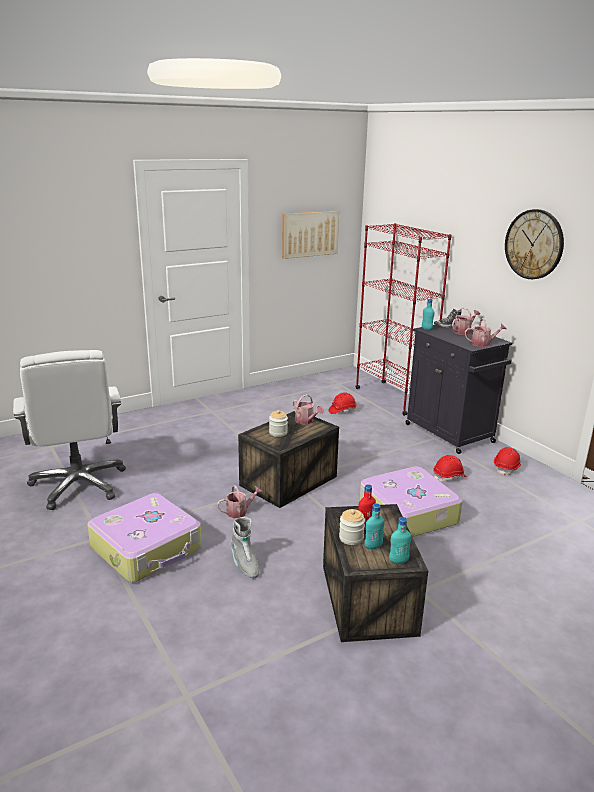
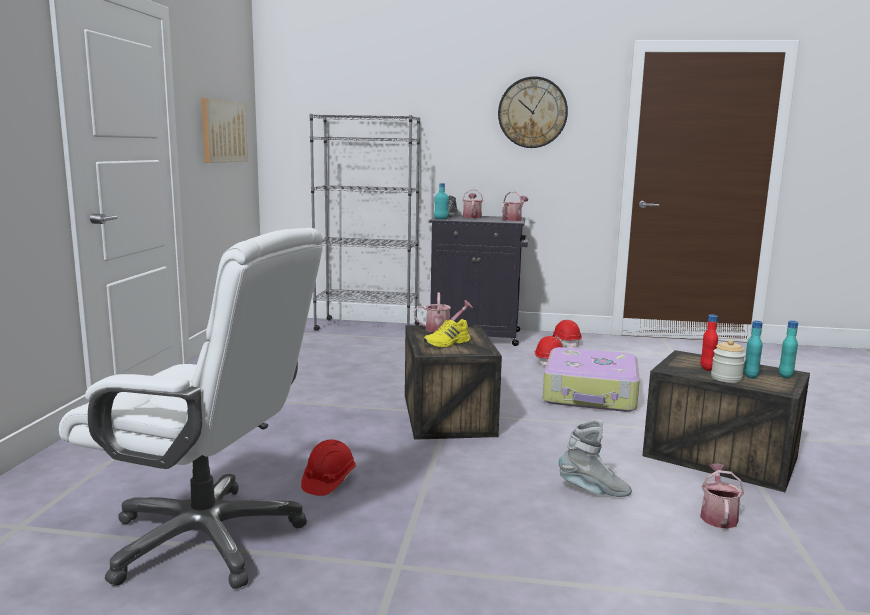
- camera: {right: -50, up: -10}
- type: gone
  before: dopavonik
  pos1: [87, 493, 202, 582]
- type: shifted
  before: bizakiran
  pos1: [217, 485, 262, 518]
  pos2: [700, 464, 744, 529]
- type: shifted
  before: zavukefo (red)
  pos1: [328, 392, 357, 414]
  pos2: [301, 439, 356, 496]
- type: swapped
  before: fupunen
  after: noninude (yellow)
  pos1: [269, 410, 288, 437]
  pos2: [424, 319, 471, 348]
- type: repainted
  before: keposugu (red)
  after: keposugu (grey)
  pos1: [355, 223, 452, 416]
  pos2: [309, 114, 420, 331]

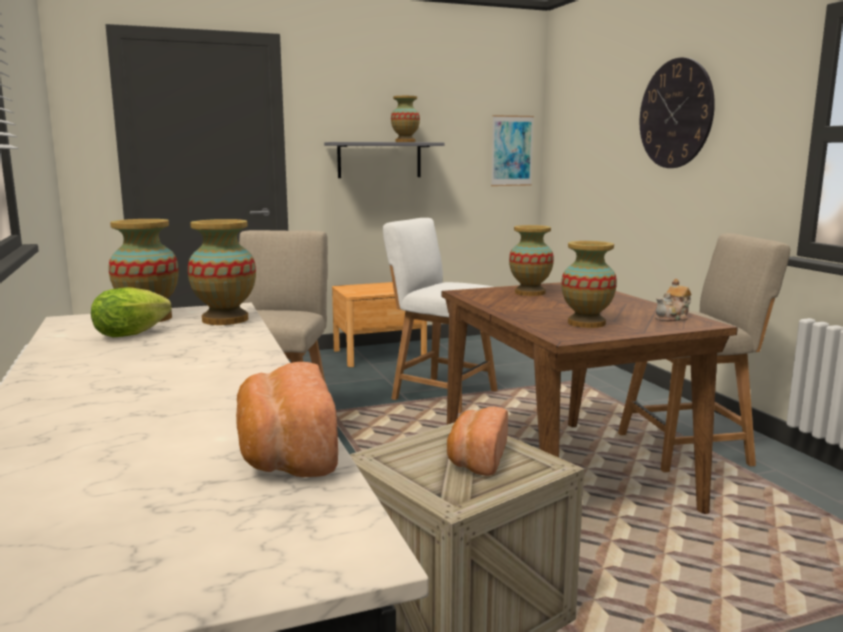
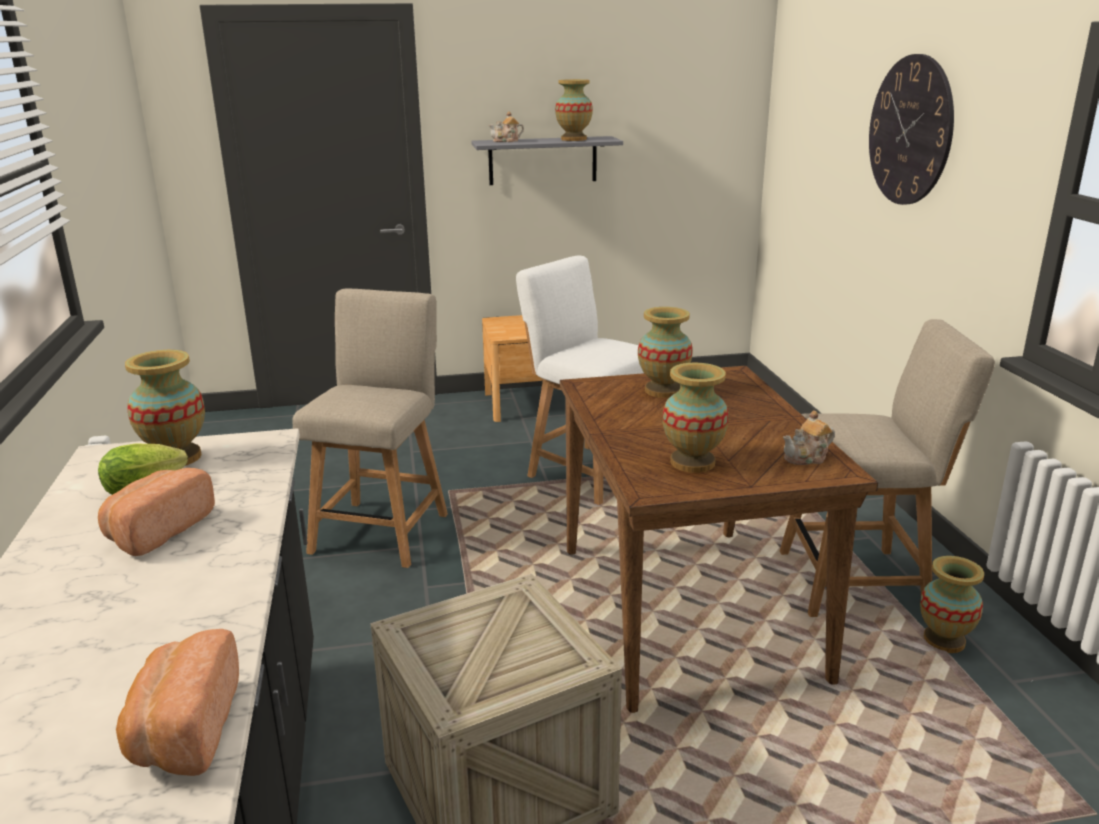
- camera: {right: 10, up: 10}
- type: gone
  before: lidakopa
  pos1: [491, 115, 534, 186]
- type: new
  after: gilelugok
  pos2: [488, 111, 524, 142]
- type: shifted
  before: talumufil
  pos1: [188, 219, 256, 325]
  pos2: [920, 556, 984, 653]
- type: shifted
  before: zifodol
  pos1: [447, 407, 508, 476]
  pos2: [98, 468, 215, 556]

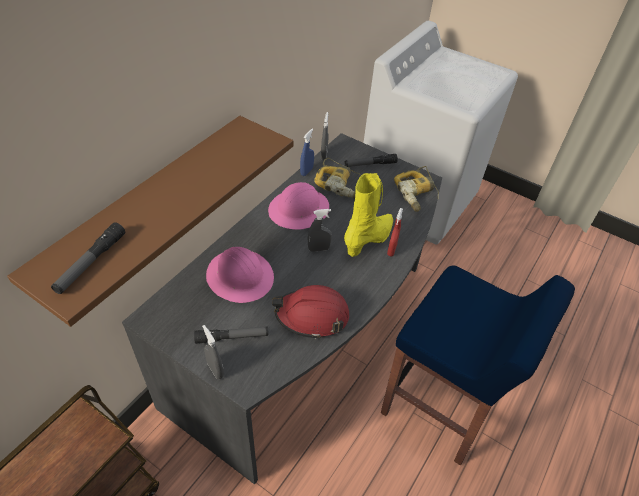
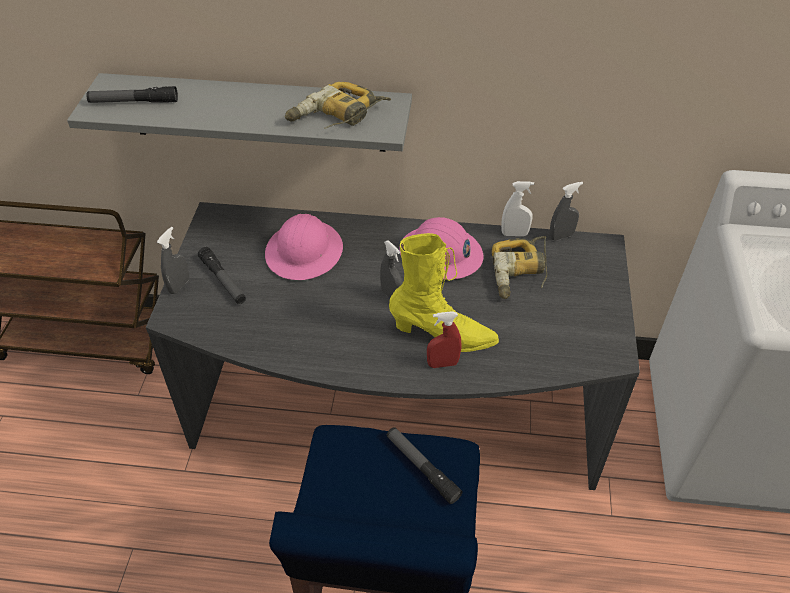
- camera: {right: 65, up: 0}
- type: gone
  before: zavukefo (red)
  pos1: [272, 285, 349, 339]
- type: shifted
  before: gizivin
  pos1: [345, 154, 398, 167]
  pos2: [387, 427, 463, 504]
- type: shifted
  before: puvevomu
  pos1: [394, 166, 439, 212]
  pos2: [285, 82, 391, 129]
- type: repainted
  before: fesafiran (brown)
  after: fesafiran (grey)
  pos1: [7, 116, 294, 327]
  pos2: [67, 73, 412, 152]
- type: repainted
  before: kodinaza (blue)
  after: kodinaza (white)
  pos1: [300, 129, 314, 176]
  pos2: [501, 181, 534, 236]

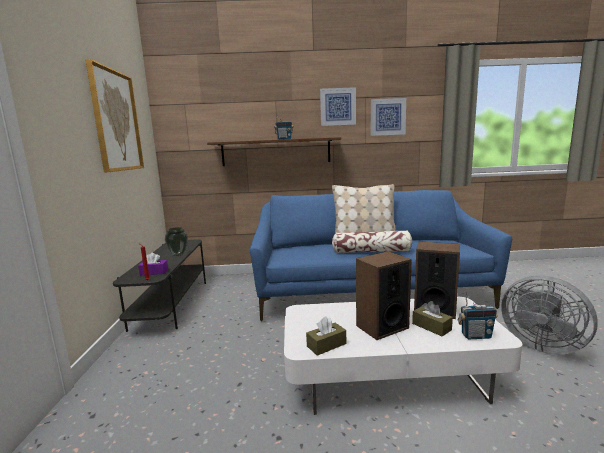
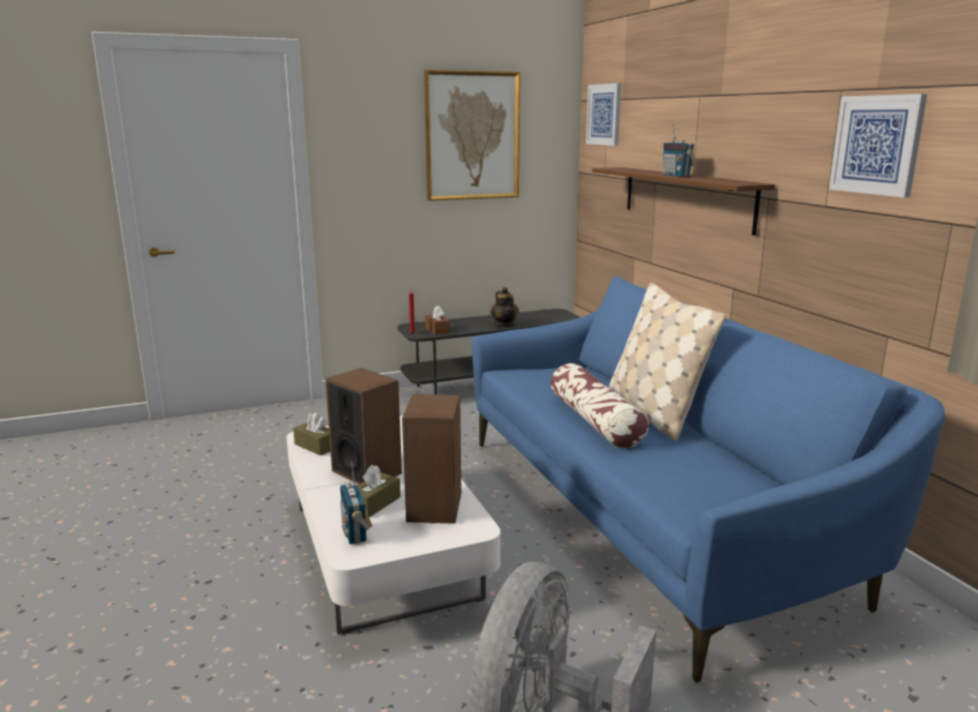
- camera: {right: 70, up: 5}
- type: shifted
  before: lidakopa
  pos1: [320, 87, 356, 126]
  pos2: [586, 83, 621, 146]
- type: swapped
  before: talumufil
  after: gilelugok
  pos1: [165, 227, 188, 256]
  pos2: [491, 287, 519, 327]
- type: repainted
  before: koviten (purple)
  after: koviten (brown)
  pos1: [138, 253, 168, 275]
  pos2: [425, 306, 450, 335]

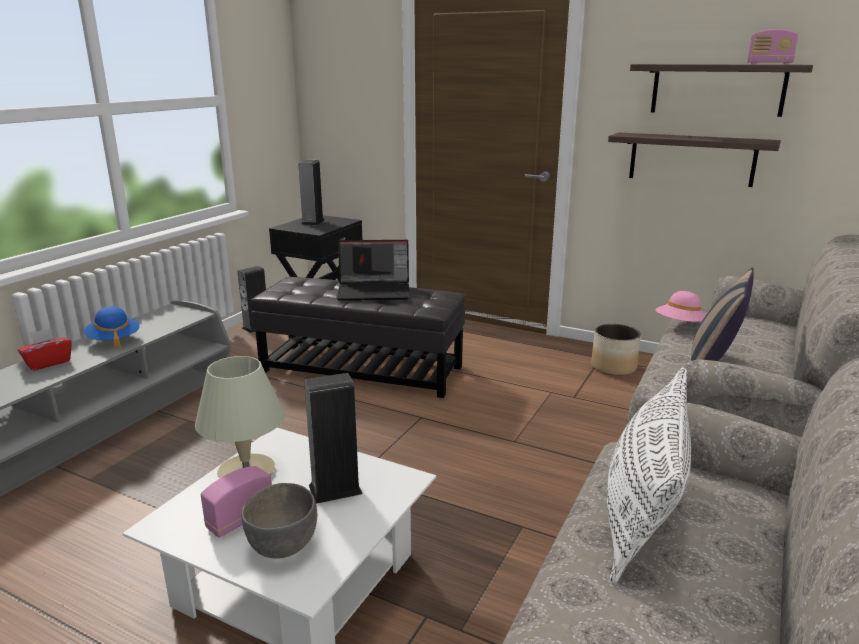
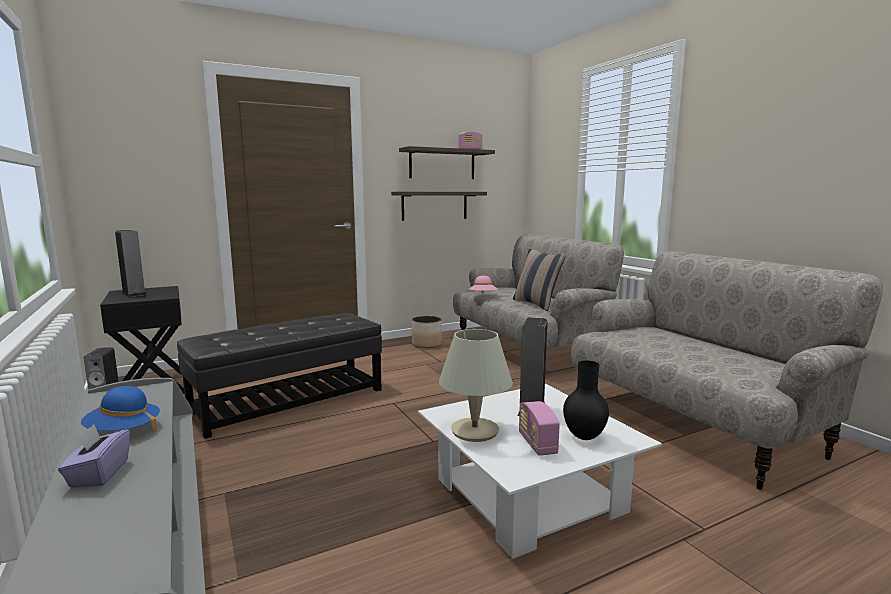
- camera: {right: -55, up: -10}
- type: gone
  before: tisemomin
  pos1: [336, 240, 409, 301]
- type: gone
  before: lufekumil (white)
  pos1: [607, 367, 691, 584]
- type: swapped
  before: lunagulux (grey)
  after: talumufil (black)
  pos1: [242, 483, 317, 559]
  pos2: [563, 360, 609, 440]
- type: repainted
  before: koviten (red)
  after: koviten (purple)
  pos1: [18, 328, 72, 371]
  pos2: [58, 425, 130, 488]

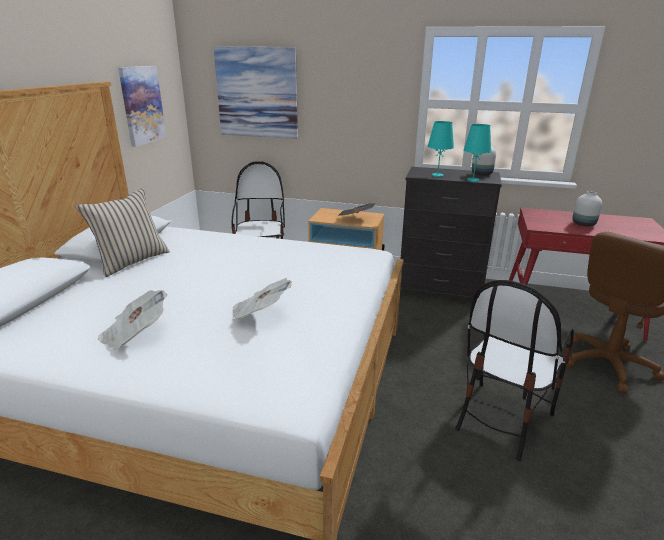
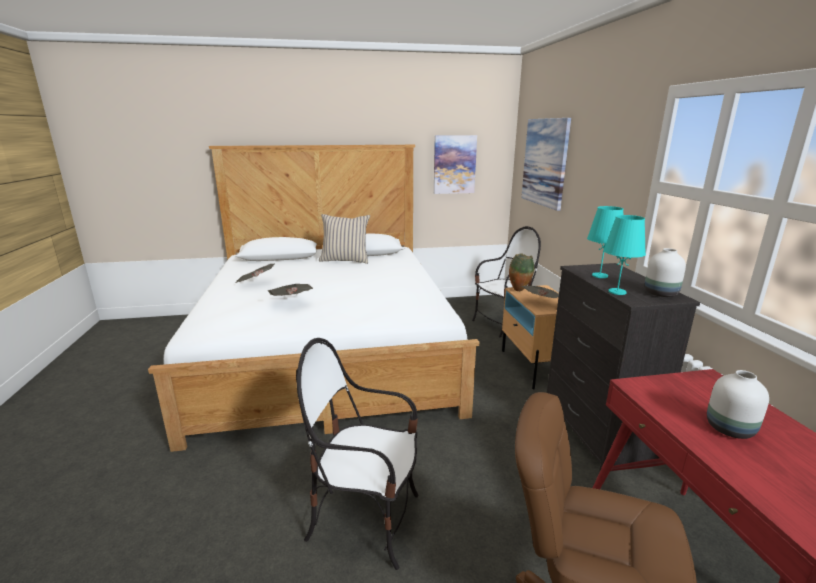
- camera: {right: 65, up: -5}
- type: new
  after: talumufil
  pos2: [509, 253, 534, 291]

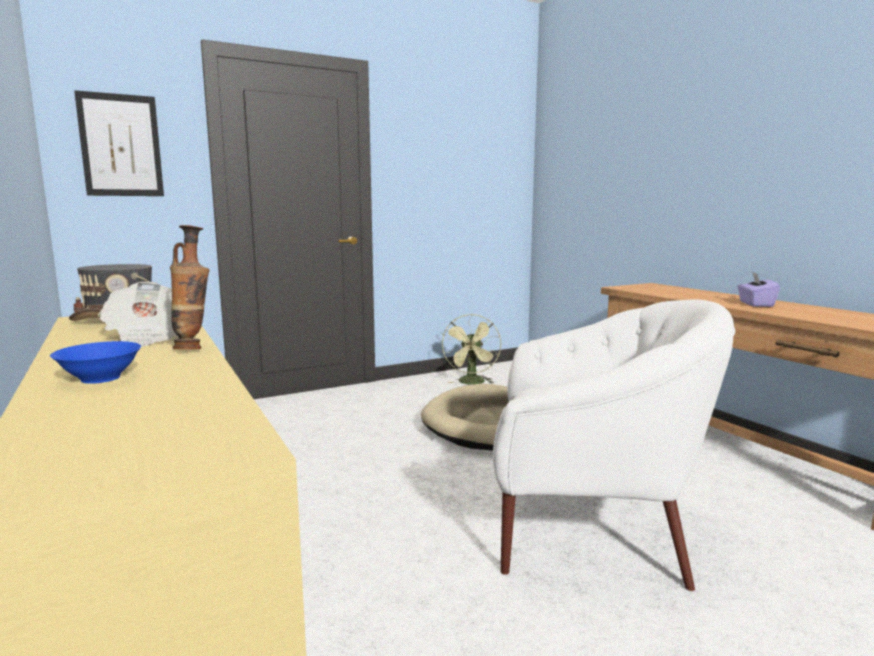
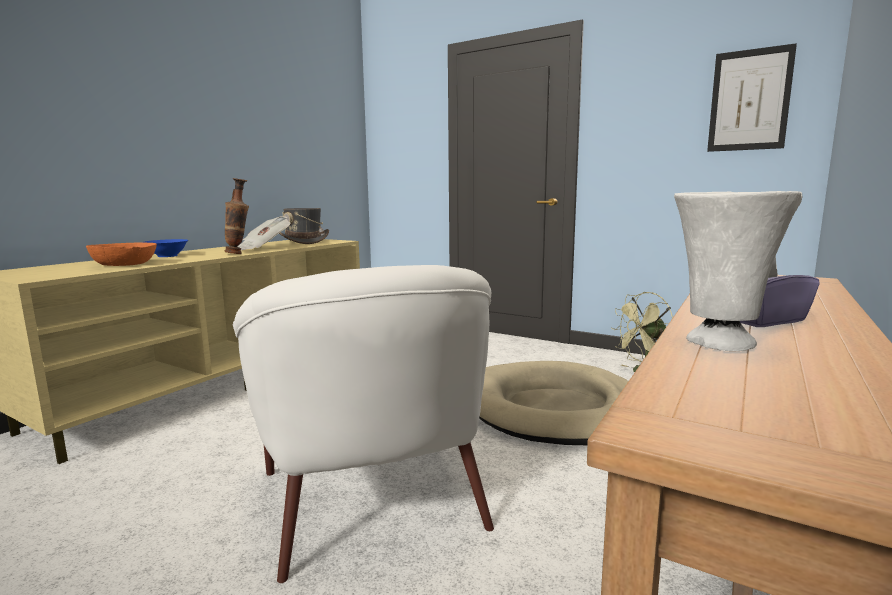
- camera: {right: 60, up: 0}
- type: new
  after: lunagulux (orange)
  pos2: [86, 242, 157, 266]
- type: new
  after: talumufil (white)
  pos2: [674, 191, 802, 351]
- type: shifted
  before: lidakopa
  pos1: [74, 90, 164, 196]
  pos2: [707, 43, 797, 152]

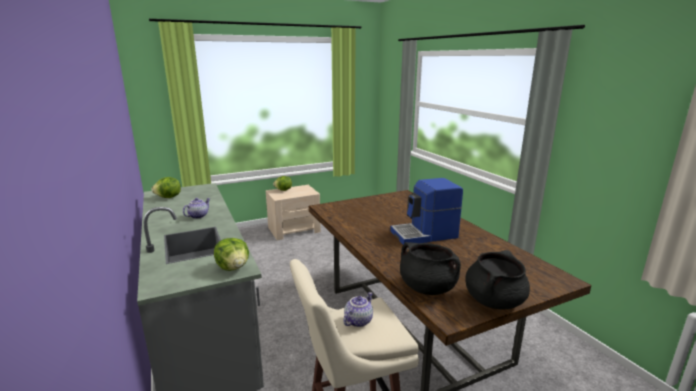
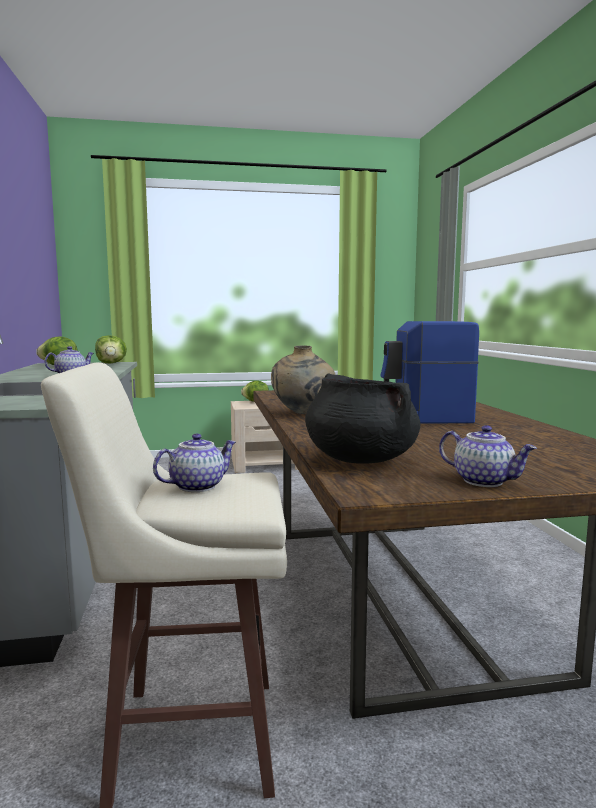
- camera: {right: 15, up: -10}
- type: new
  after: talumufil (beige)
  pos2: [271, 345, 335, 414]
- type: shifted
  before: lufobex
  pos1: [214, 238, 249, 271]
  pos2: [95, 335, 127, 364]
- type: swapped
  before: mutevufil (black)
  after: gilelugok
  pos1: [465, 250, 530, 309]
  pos2: [439, 425, 537, 487]

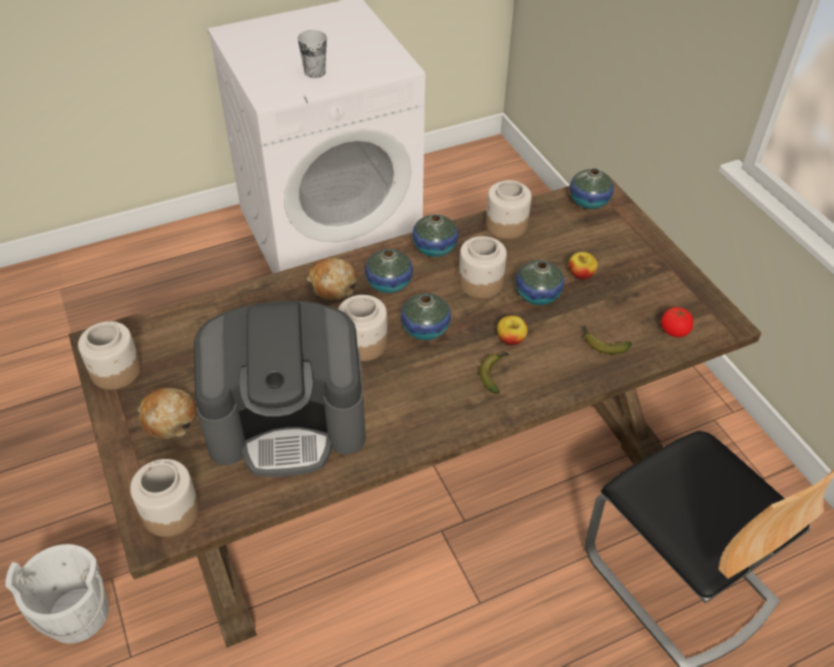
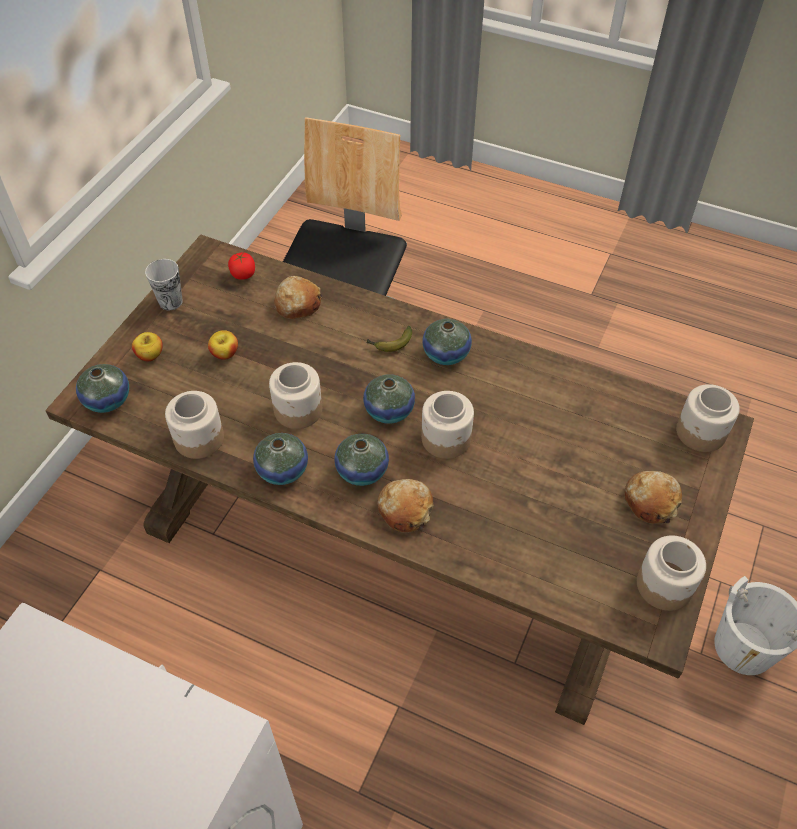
- camera: {right: -130, up: 5}
- type: gone
  before: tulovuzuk
  pos1: [194, 301, 366, 477]
- type: shifted
  before: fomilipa
  pos1: [297, 30, 327, 78]
  pos2: [145, 259, 183, 310]
- type: shifted
  before: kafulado
  pos1: [497, 315, 528, 345]
  pos2: [132, 332, 163, 362]
- type: shifted
  before: talumufil
  pos1: [515, 260, 564, 305]
  pos2: [422, 319, 472, 365]
- type: swapped
  before: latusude
  after: zifodol
  pos1: [583, 325, 632, 354]
  pos2: [274, 276, 323, 319]

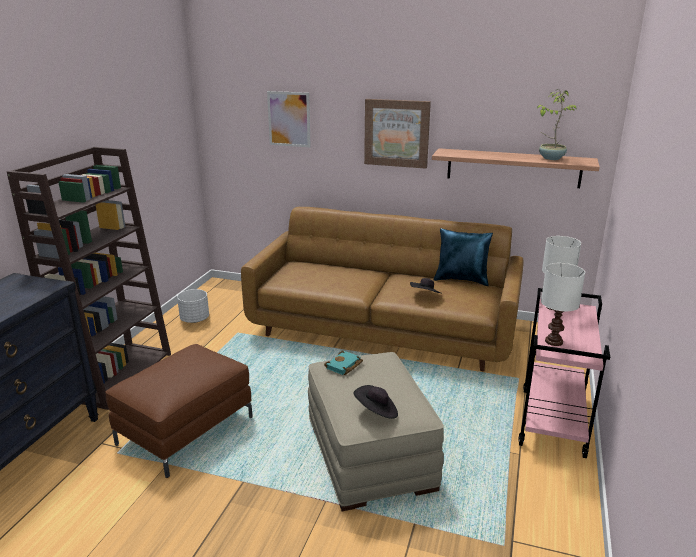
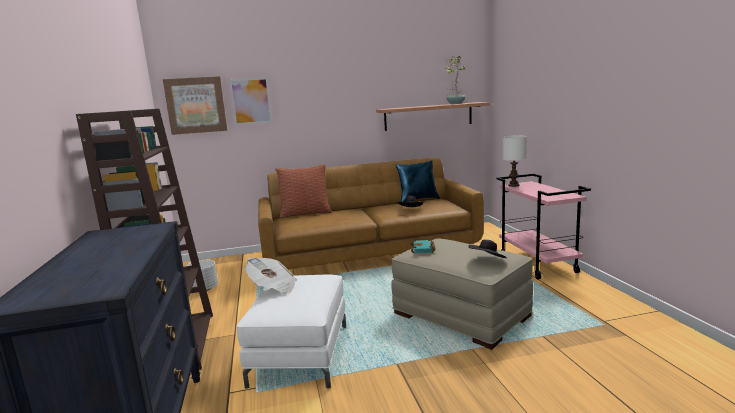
- camera: {right: -30, up: -10}
- type: gone
  before: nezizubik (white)
  pos1: [541, 263, 585, 346]
- type: new
  after: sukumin
  pos2: [244, 257, 297, 294]
- type: new
  after: lufekumil
  pos2: [276, 164, 331, 218]
- type: shifted
  before: lidakopa
  pos1: [364, 99, 431, 169]
  pos2: [163, 76, 227, 135]
- type: repainted
  before: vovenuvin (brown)
  after: vovenuvin (white)
  pos1: [106, 344, 253, 478]
  pos2: [237, 275, 346, 389]

